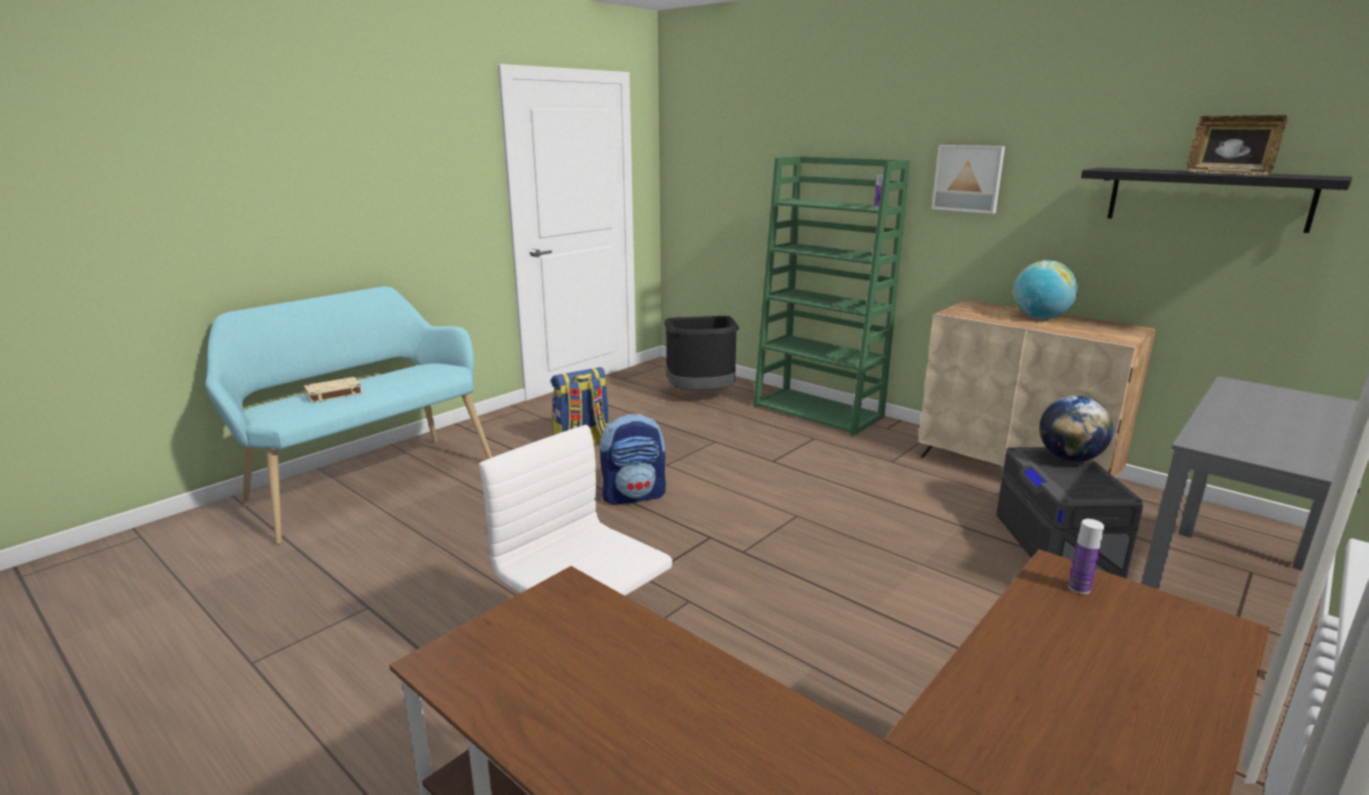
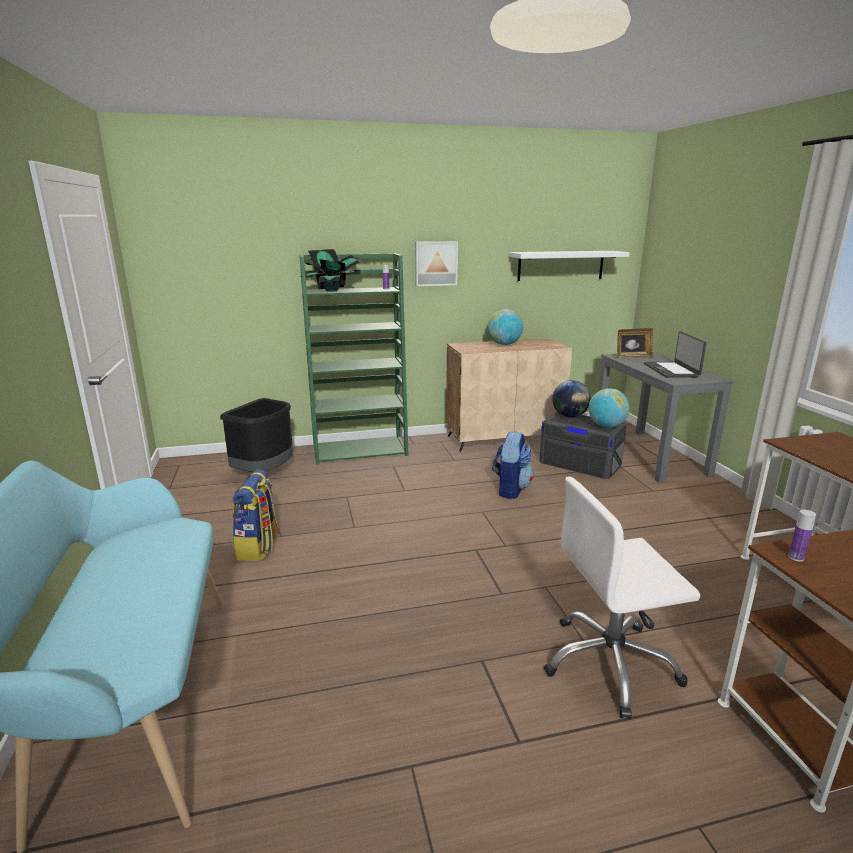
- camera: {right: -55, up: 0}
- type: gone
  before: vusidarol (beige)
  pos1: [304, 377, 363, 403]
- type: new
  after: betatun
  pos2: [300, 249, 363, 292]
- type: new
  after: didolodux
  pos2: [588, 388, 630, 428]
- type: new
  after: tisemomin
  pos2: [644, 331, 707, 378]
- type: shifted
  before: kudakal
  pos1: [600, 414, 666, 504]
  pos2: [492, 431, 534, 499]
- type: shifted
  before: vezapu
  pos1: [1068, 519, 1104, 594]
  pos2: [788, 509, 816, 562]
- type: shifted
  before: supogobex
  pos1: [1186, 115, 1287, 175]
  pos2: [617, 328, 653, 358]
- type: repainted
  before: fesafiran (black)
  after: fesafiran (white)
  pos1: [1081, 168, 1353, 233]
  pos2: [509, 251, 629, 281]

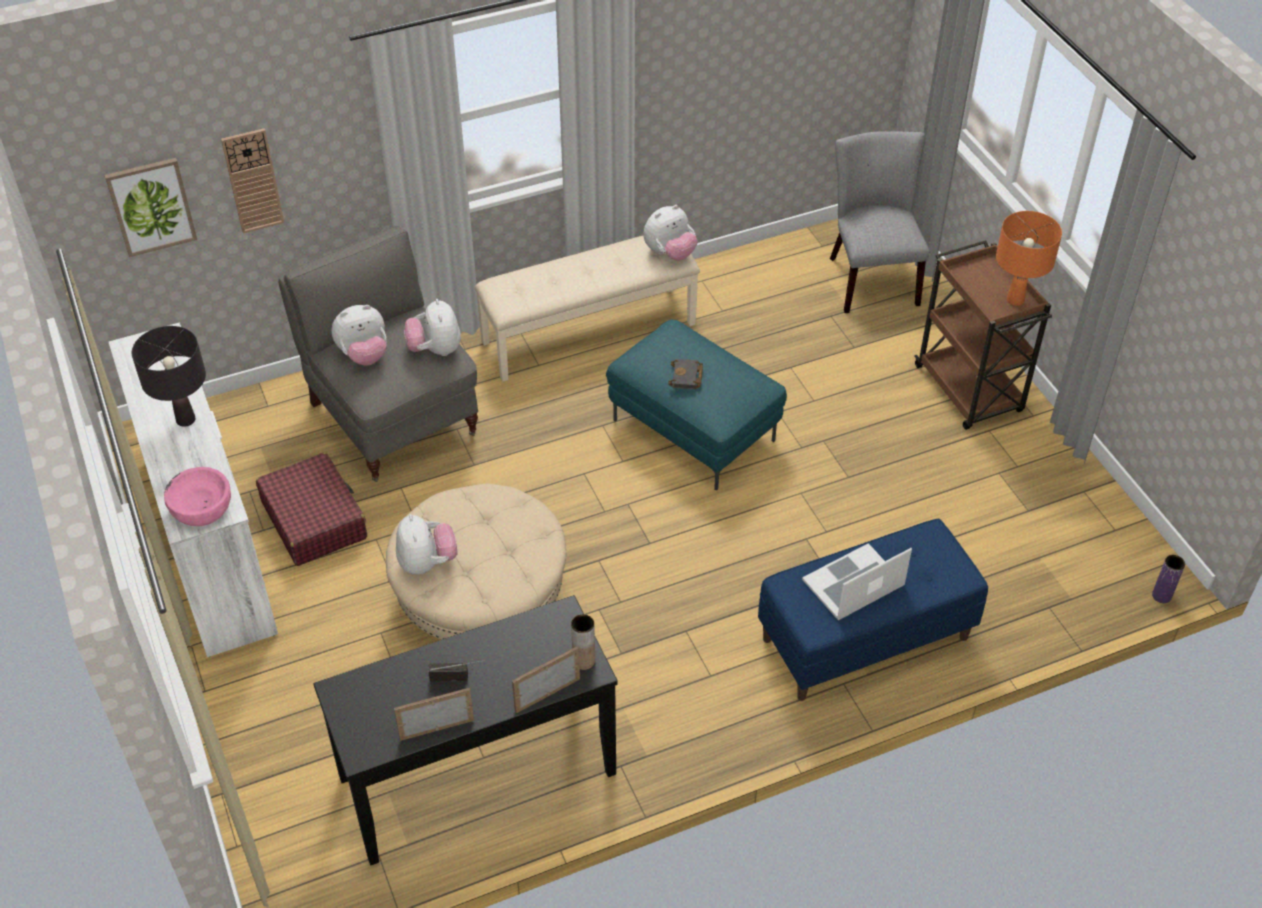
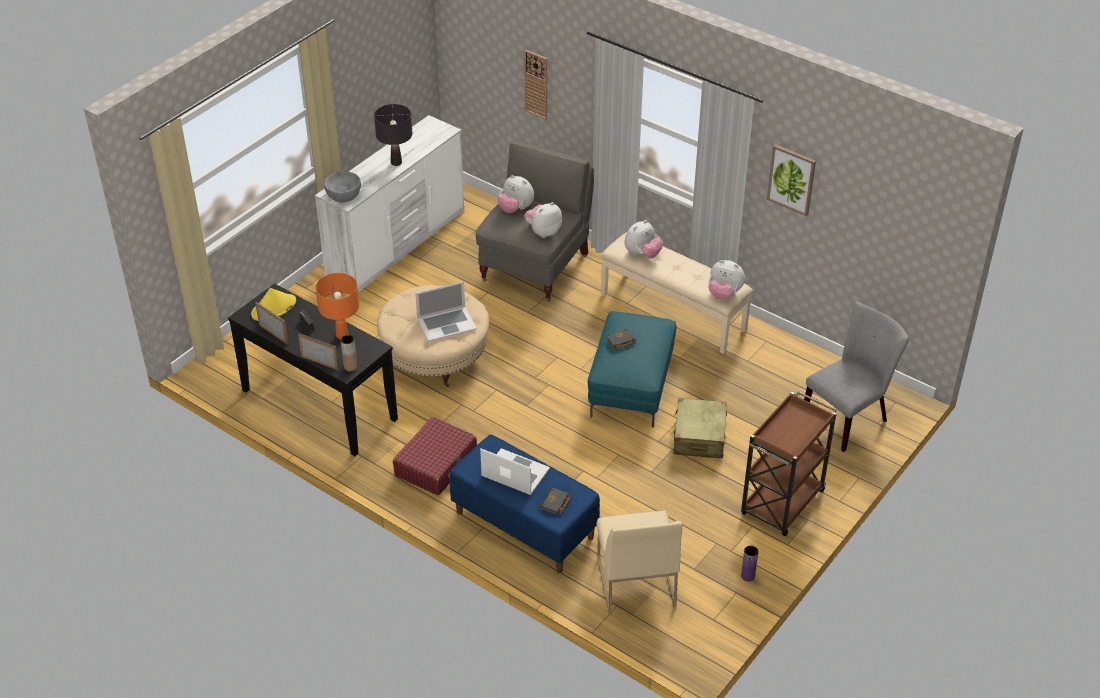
- camera: {right: 60, up: -5}
- type: new
  after: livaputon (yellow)
  pos2: [251, 288, 296, 321]
- type: new
  after: tisemomin
  pos2: [415, 281, 477, 342]
- type: new
  after: vusidarol (black)
  pos2: [539, 488, 571, 515]
- type: new
  after: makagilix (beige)
  pos2: [597, 511, 682, 615]
- type: new
  after: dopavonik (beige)
  pos2: [673, 398, 727, 458]
- type: shifted
  before: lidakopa
  pos1: [105, 158, 197, 257]
  pos2: [767, 144, 816, 216]
- type: shifted
  before: dopavonik (red)
  pos1: [256, 452, 367, 566]
  pos2: [393, 417, 477, 495]
- type: shifted
  before: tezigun
  pos1: [396, 514, 457, 574]
  pos2: [624, 220, 663, 258]
- type: shifted
  before: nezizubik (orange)
  pos1: [996, 211, 1062, 306]
  pos2: [315, 273, 359, 339]
- type: shifted
  before: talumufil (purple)
  pos1: [1152, 555, 1185, 603]
  pos2: [741, 546, 758, 581]
- type: repainted
  before: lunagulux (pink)
  after: lunagulux (grey)
  pos1: [164, 467, 231, 526]
  pos2: [324, 171, 361, 202]

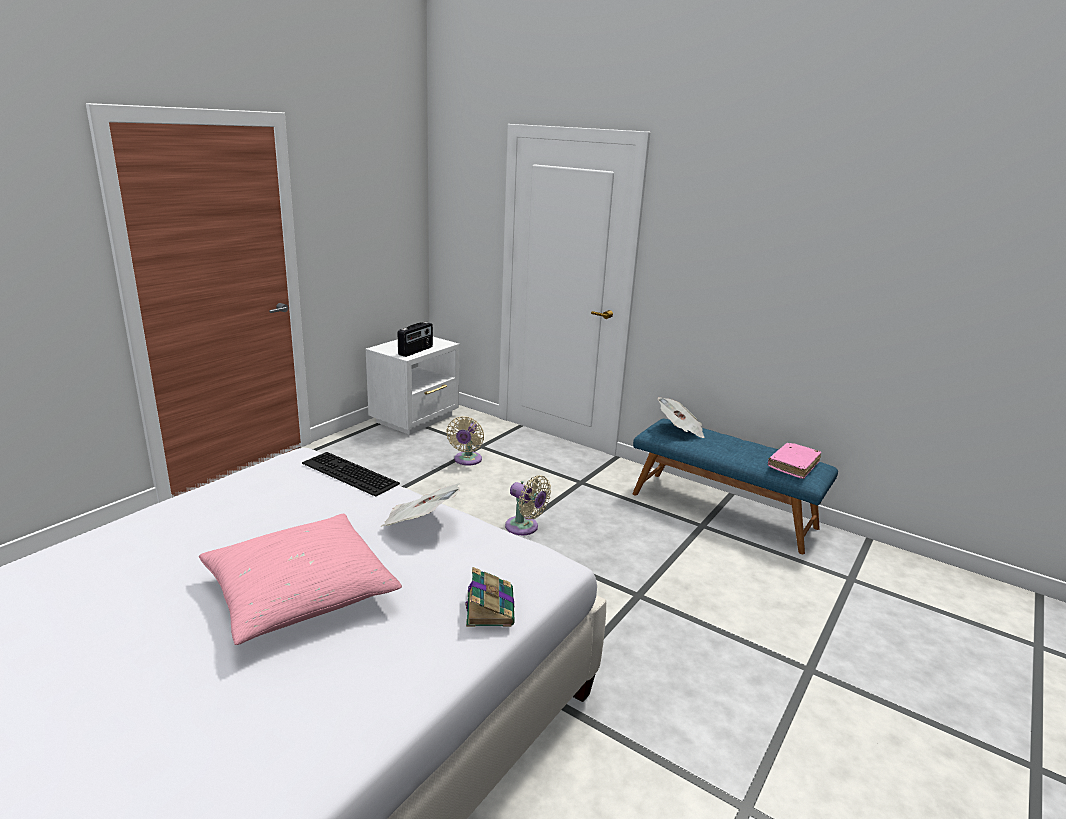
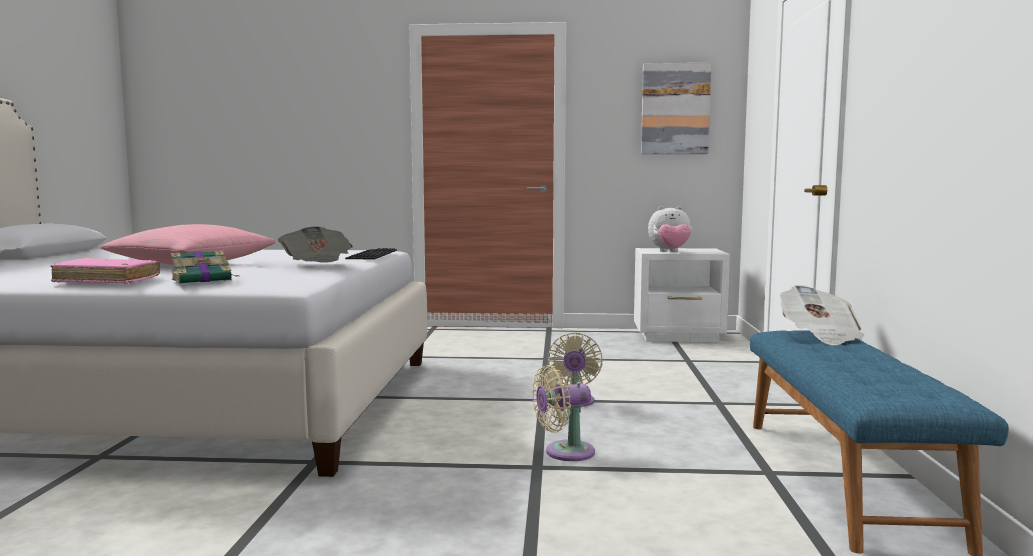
- camera: {right: 60, up: -15}
- type: new
  after: lidakopa
  pos2: [641, 63, 711, 154]
- type: shifted
  before: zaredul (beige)
  pos1: [446, 416, 484, 466]
  pos2: [532, 365, 595, 461]
- type: shifted
  before: vusidarol (pink)
  pos1: [768, 443, 821, 479]
  pos2: [50, 258, 160, 284]
- type: swapped
  before: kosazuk
  after: tezigun
  pos1: [398, 322, 433, 357]
  pos2: [648, 206, 692, 252]

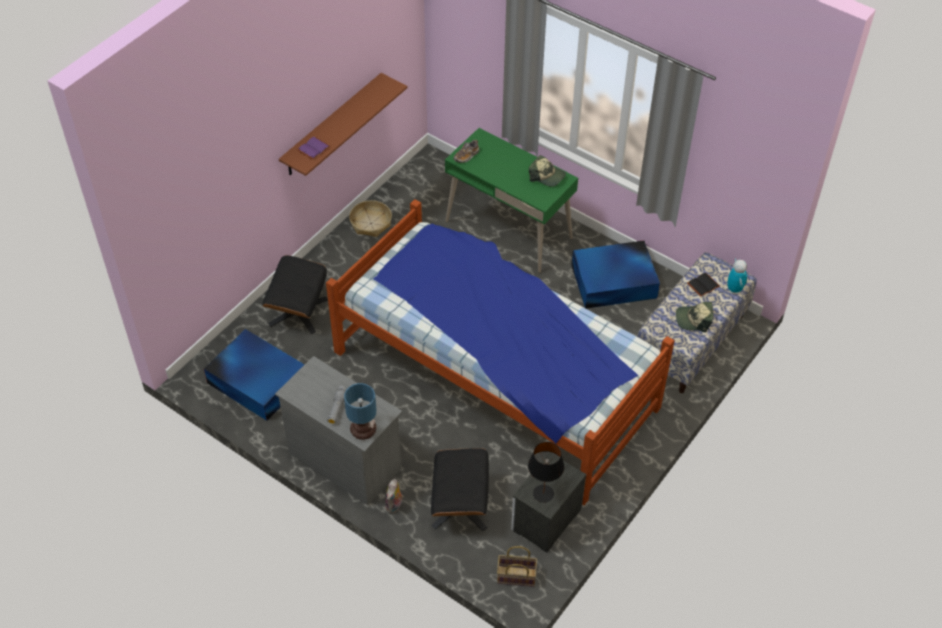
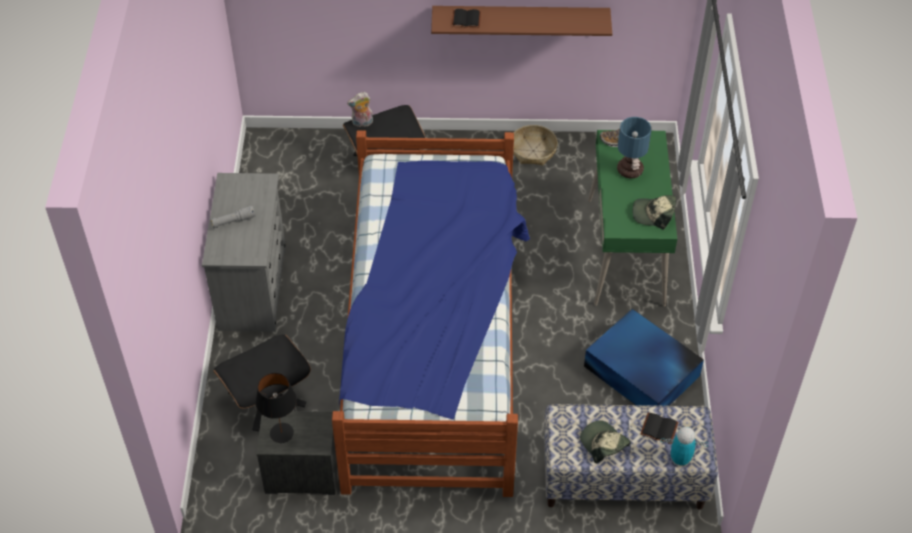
- camera: {right: 55, up: 0}
- type: gone
  before: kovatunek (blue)
  pos1: [204, 329, 304, 421]
- type: gone
  before: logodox
  pos1: [497, 546, 537, 587]
- type: shifted
  before: nezizubik
  pos1: [344, 383, 377, 440]
  pos2: [617, 117, 652, 179]
- type: shifted
  before: tezigun
  pos1: [385, 479, 404, 513]
  pos2: [347, 92, 373, 127]
- type: repainted
  before: vusidarol (purple)
  after: vusidarol (black)
  pos1: [297, 137, 330, 160]
  pos2: [452, 9, 481, 28]
- type: rotated
  before: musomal
  pos1: [529, 155, 566, 187]
  pos2: [633, 195, 676, 229]
  turn: 105
- type: rotated
  before: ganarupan
  pos1: [728, 258, 747, 293]
  pos2: [660, 427, 709, 466]
  turn: -135

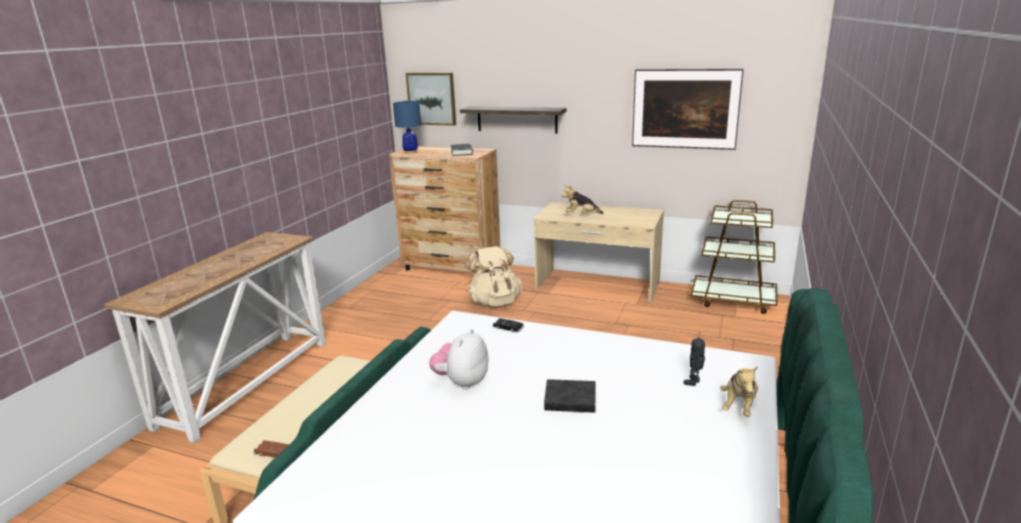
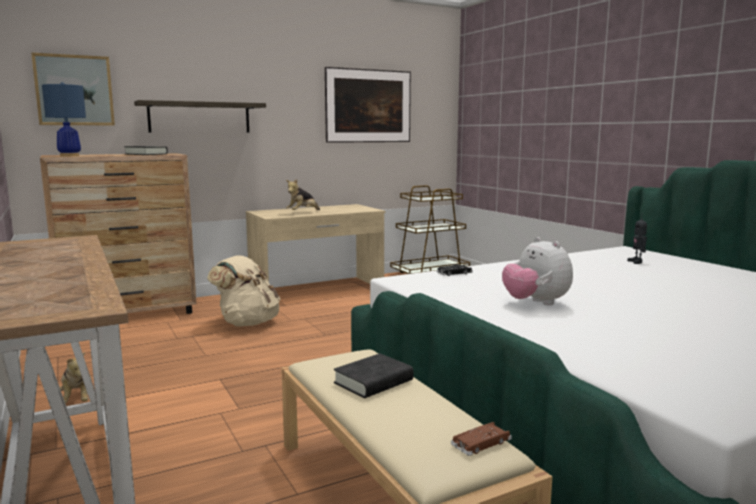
- camera: {right: -50, up: -10}
- type: shifted
  before: vusidarol (black)
  pos1: [544, 379, 596, 413]
  pos2: [334, 353, 414, 398]
- type: shifted
  before: tezigun
  pos1: [720, 366, 758, 417]
  pos2: [60, 352, 92, 403]

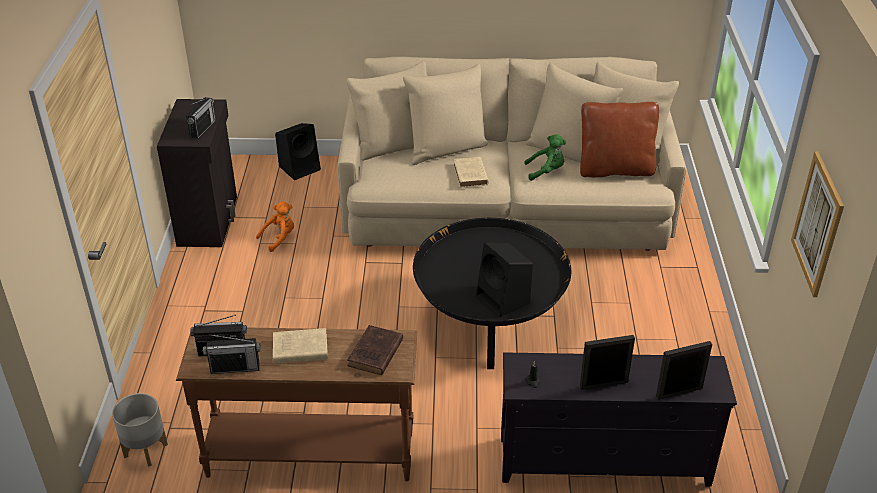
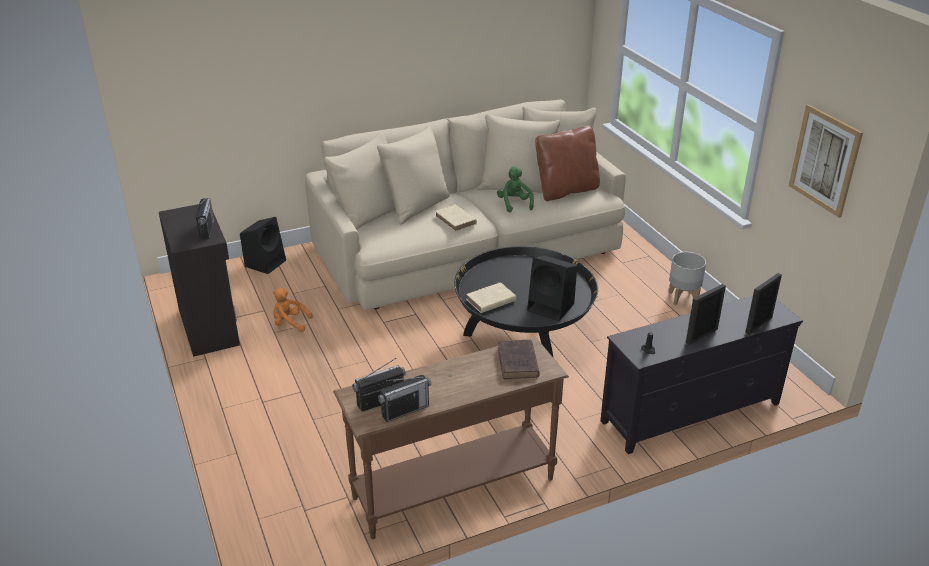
- camera: {right: -25, up: -5}
- type: shifted
  before: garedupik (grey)
  pos1: [112, 393, 168, 467]
  pos2: [669, 252, 706, 305]
- type: shifted
  before: vusidarol (beige)
  pos1: [273, 328, 328, 364]
  pos2: [466, 282, 516, 313]
- type: rotated
  before: tezigun (orange)
  pos1: [256, 202, 294, 252]
  pos2: [273, 288, 313, 332]
  turn: -105
- type: rotated
  before: tezigun (green)
  pos1: [524, 134, 566, 181]
  pos2: [497, 166, 534, 213]
  turn: -75

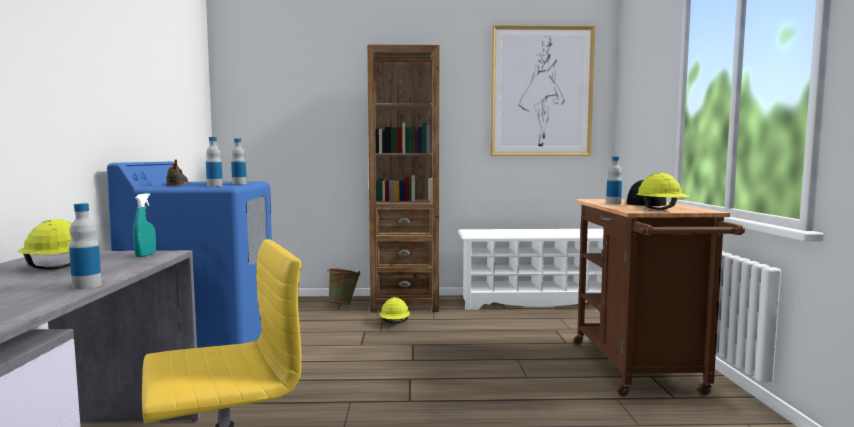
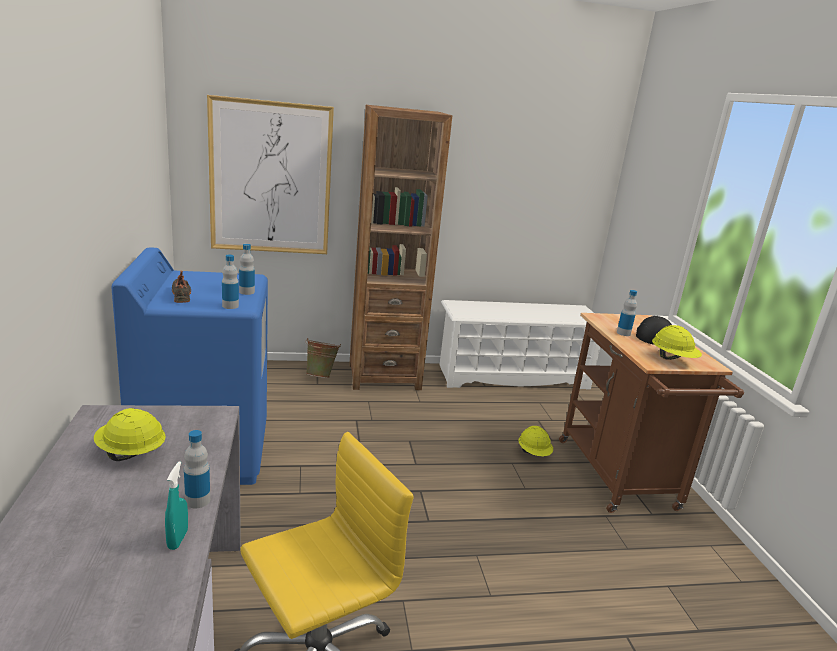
- camera: {right: -10, up: 15}
- type: shifted
  before: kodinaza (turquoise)
  pos1: [133, 193, 156, 257]
  pos2: [165, 461, 188, 550]
- type: shifted
  before: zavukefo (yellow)
  pos1: [380, 297, 410, 323]
  pos2: [519, 426, 553, 457]
- type: shifted
  before: lidakopa
  pos1: [491, 25, 595, 156]
  pos2: [207, 95, 334, 254]

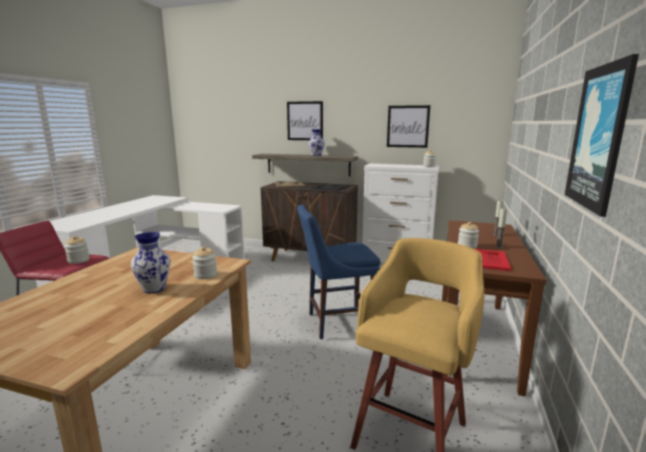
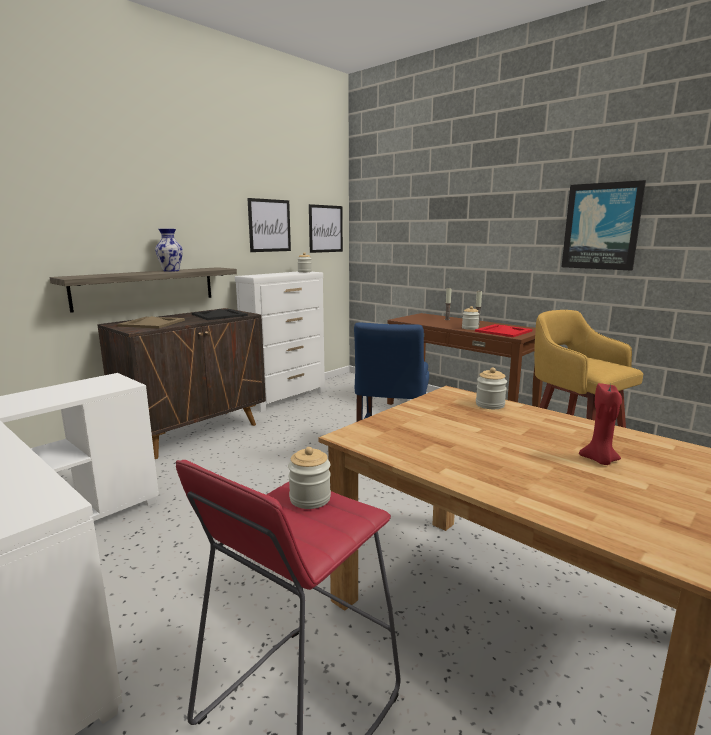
- camera: {right: -65, up: 0}
- type: gone
  before: talumufil
  pos1: [131, 232, 170, 293]
- type: new
  after: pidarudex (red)
  pos2: [579, 383, 622, 465]
- type: shifted
  before: lidakopa
  pos1: [287, 101, 323, 140]
  pos2: [309, 204, 343, 253]

